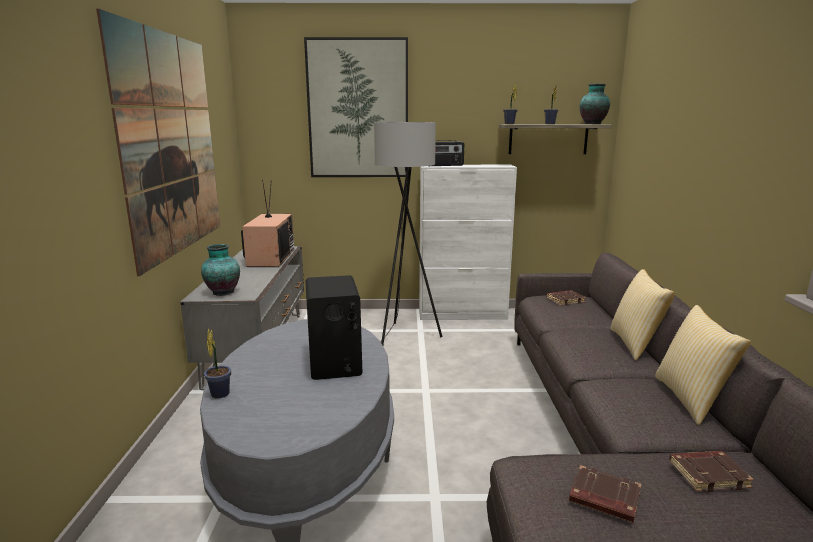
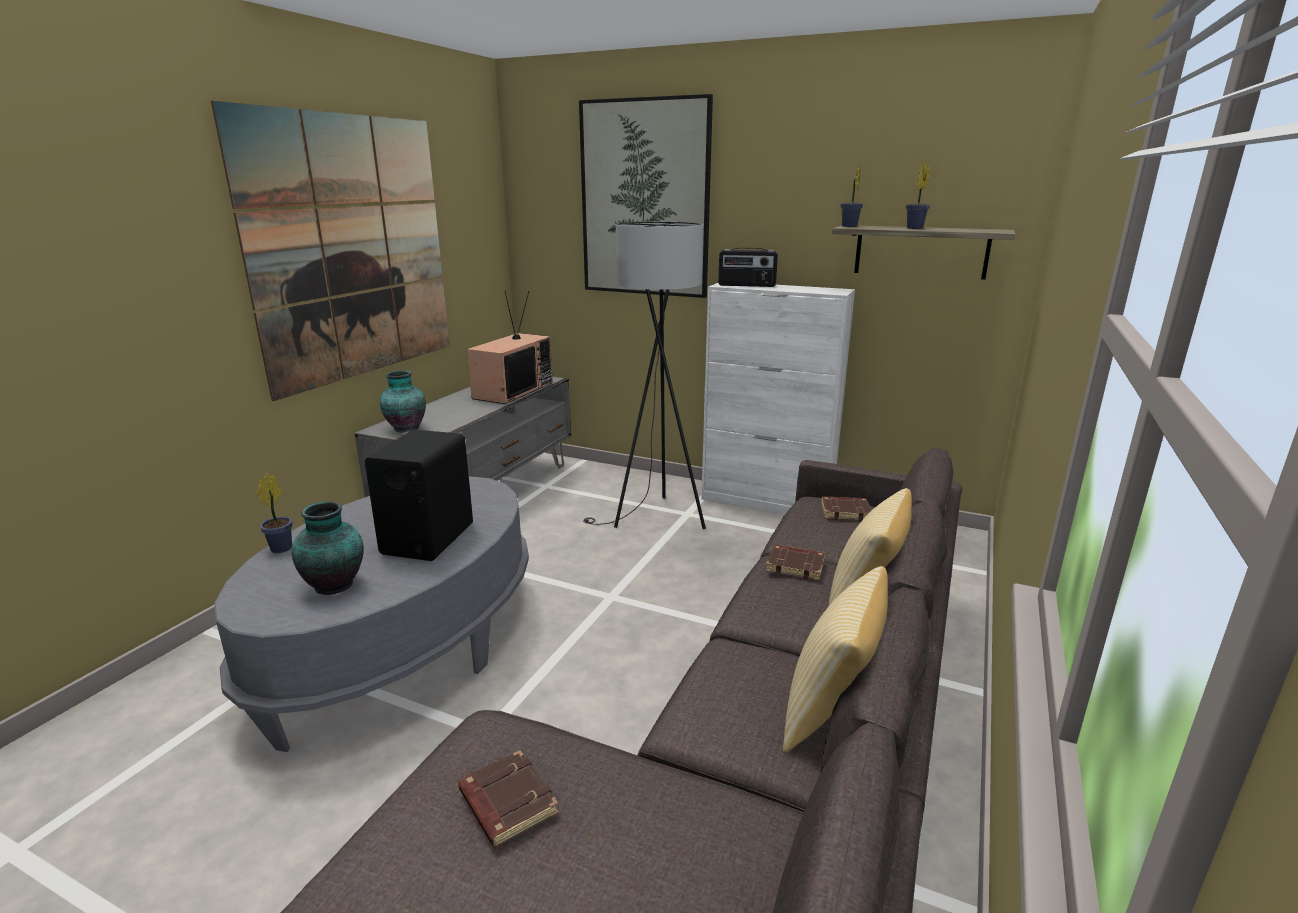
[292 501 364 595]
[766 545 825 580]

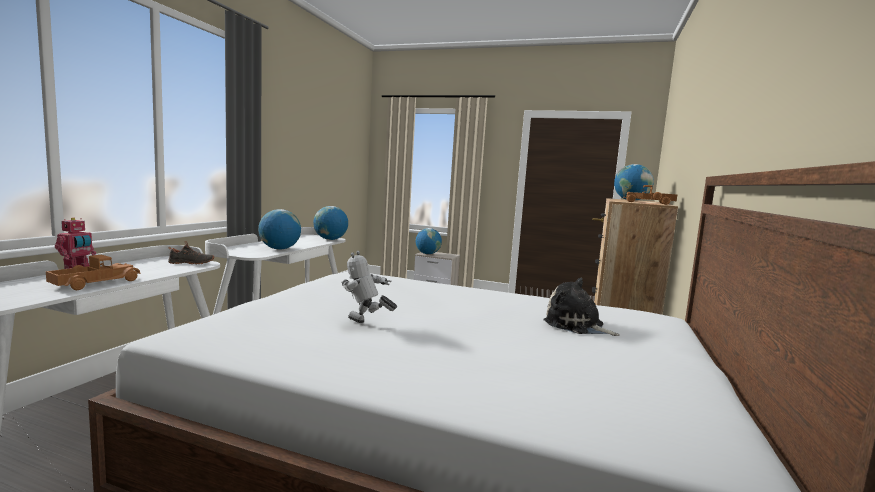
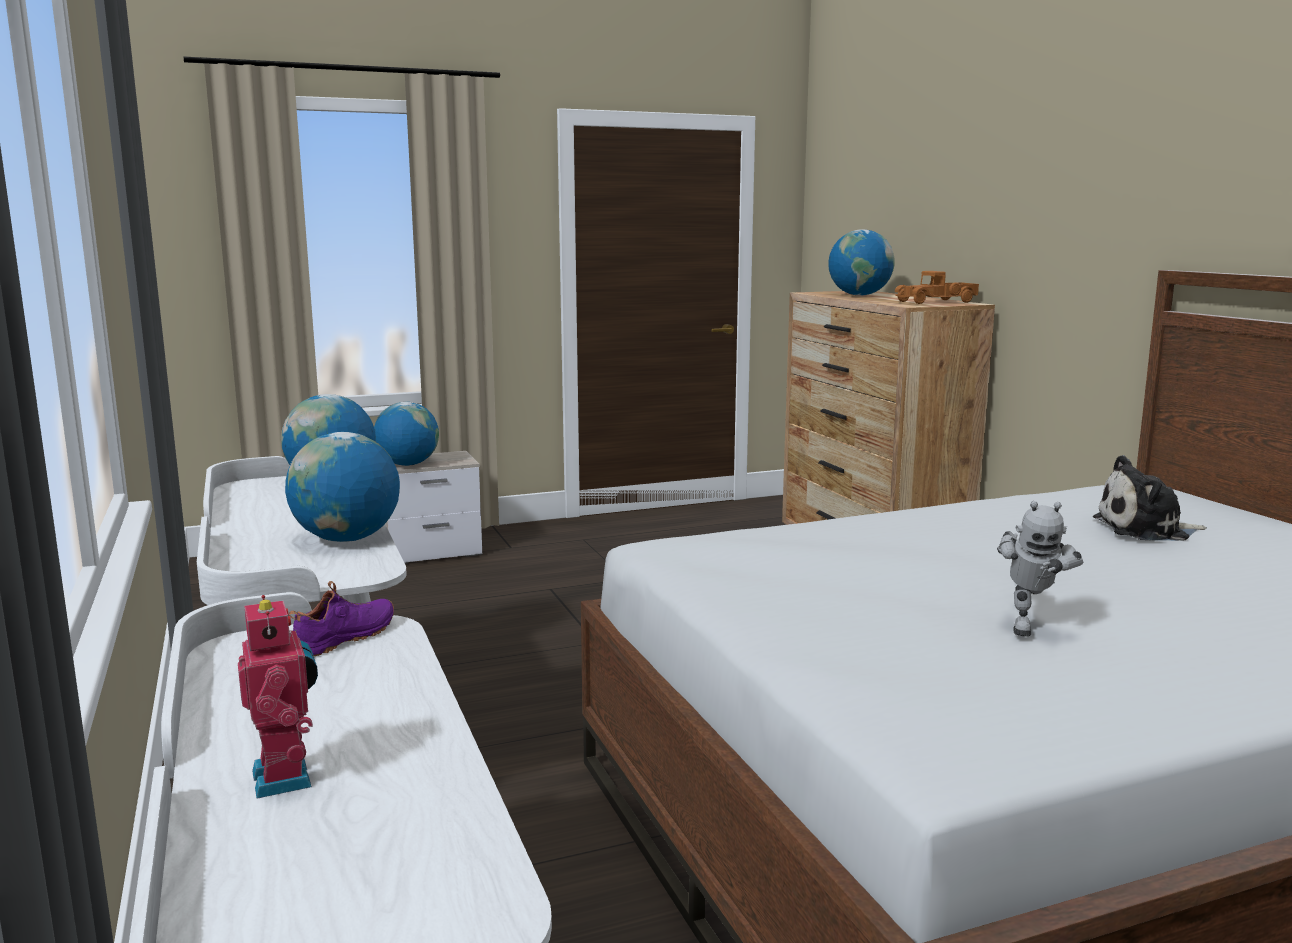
[289 581 394 656]
[997 501 1083 636]
[46 255 141 290] (first image)

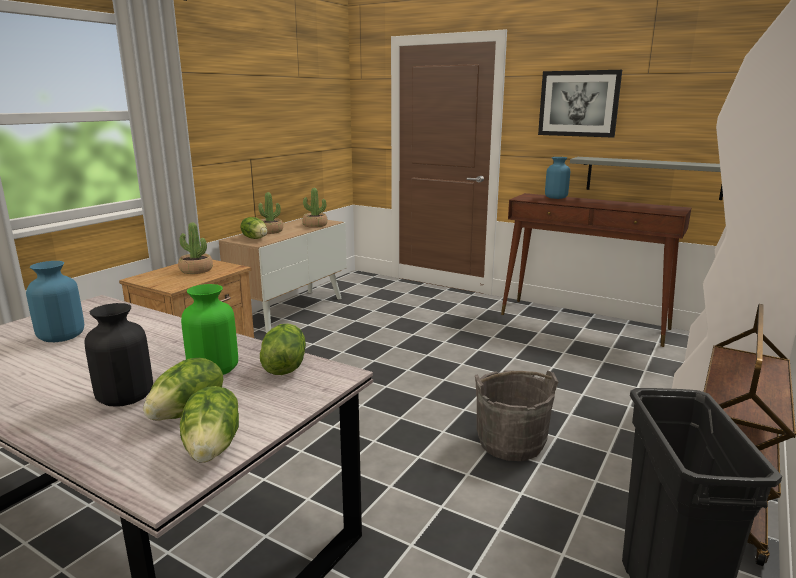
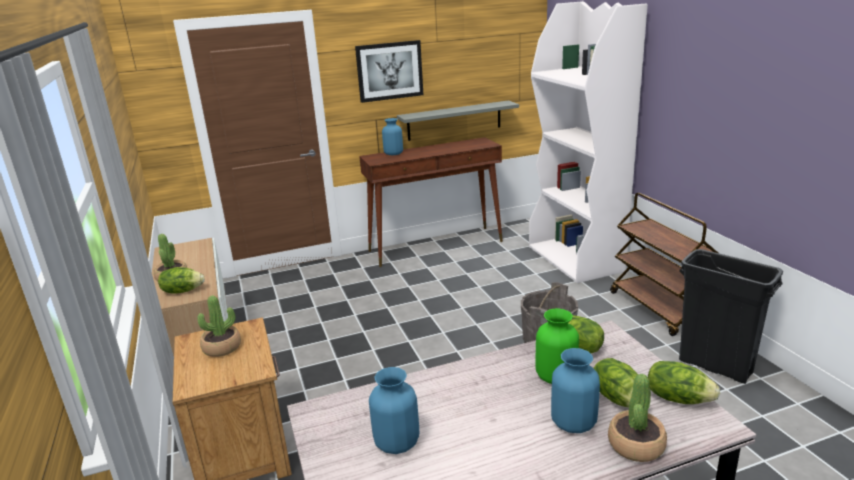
[608 374 667 462]
[551 348 600 433]

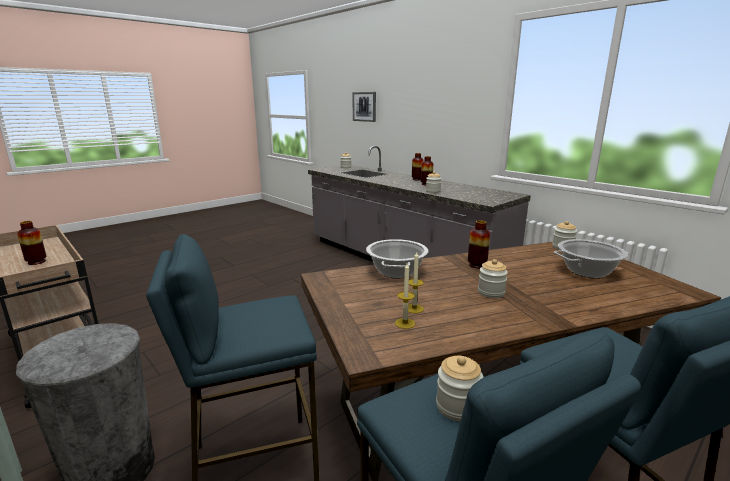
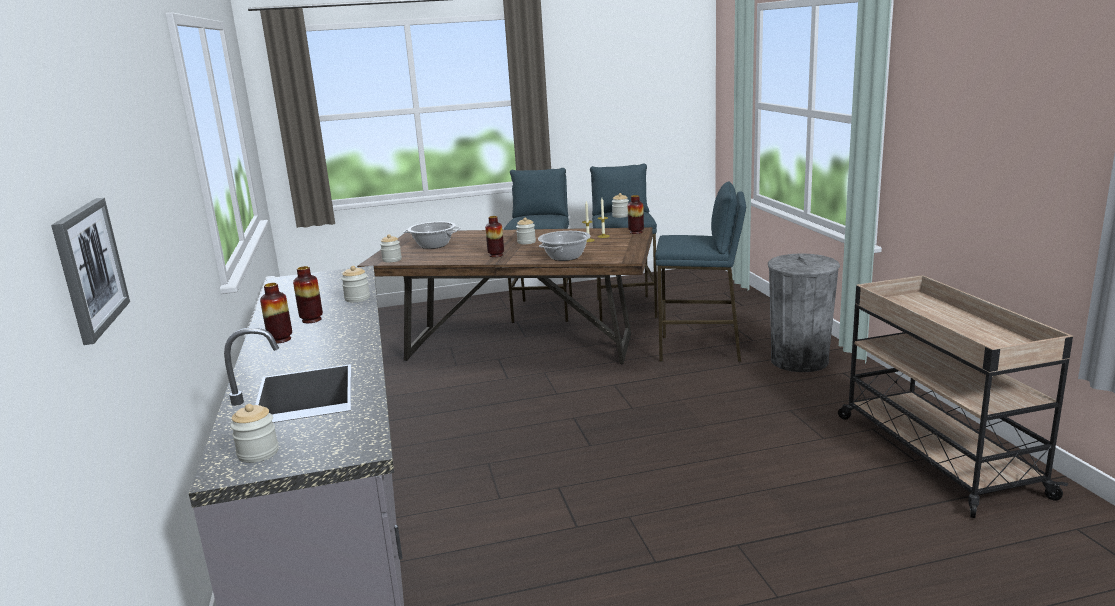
[628 195 644 234]

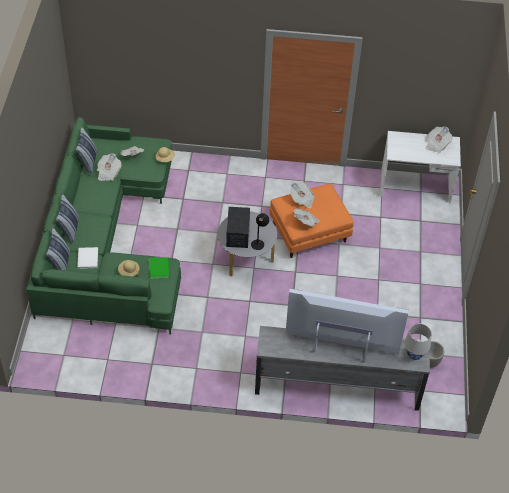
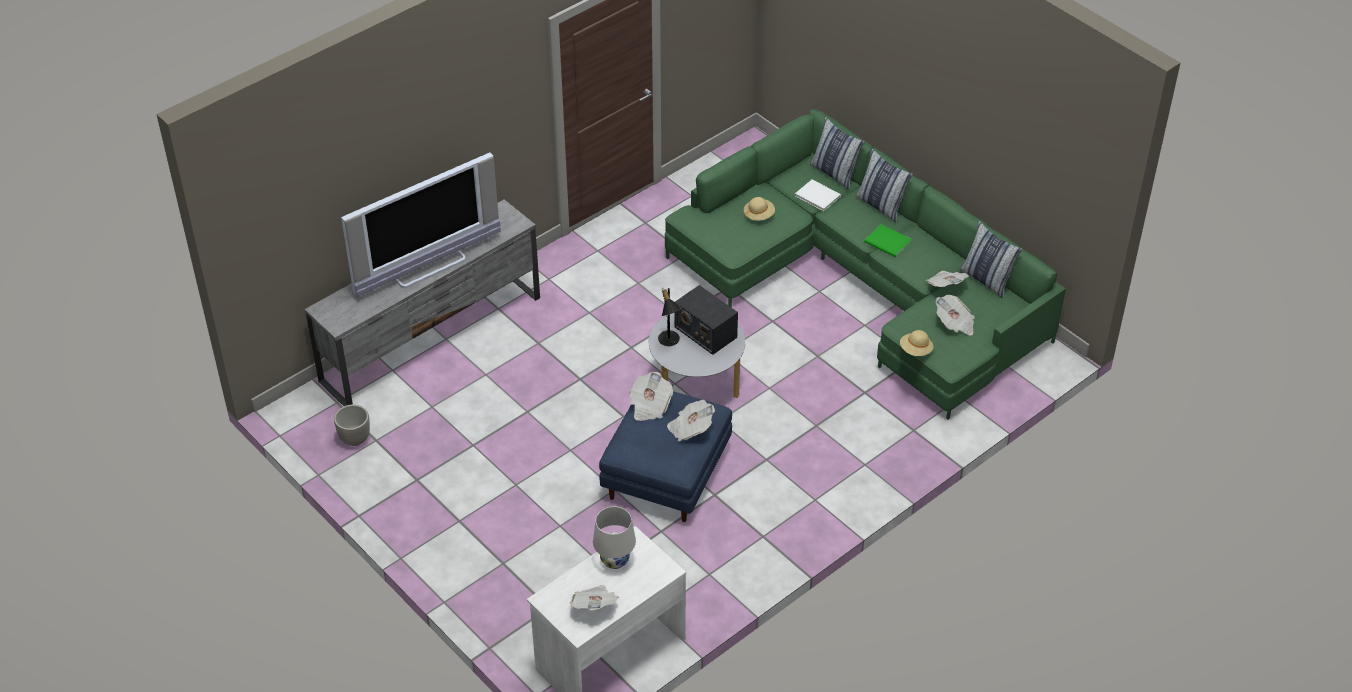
[599 391 732 522]
[864 224 912 258]
[593 506 636 569]

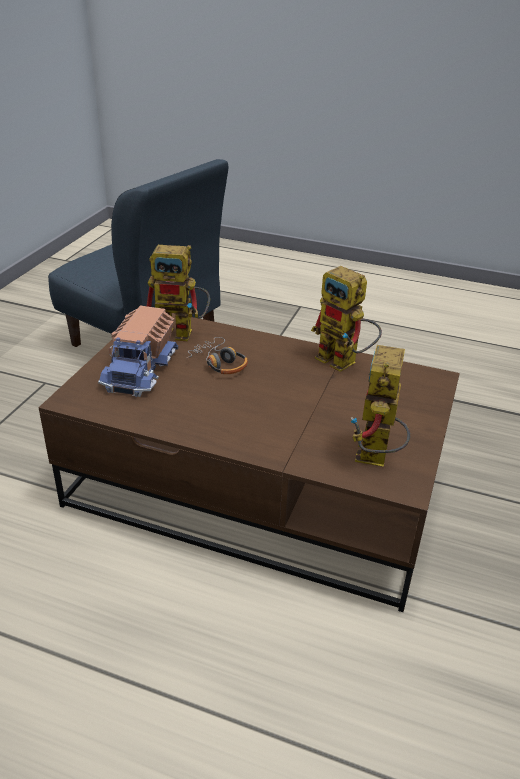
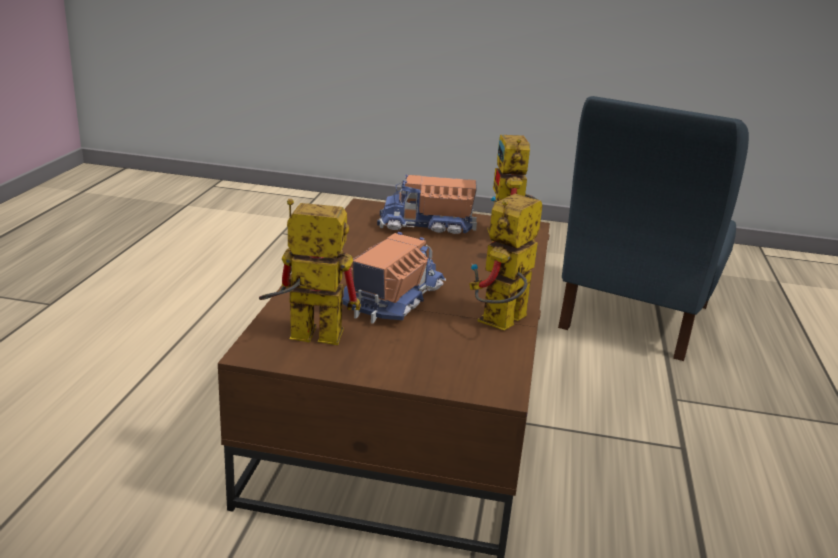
[186 337 248 374] (first image)
[342 232 446 324]

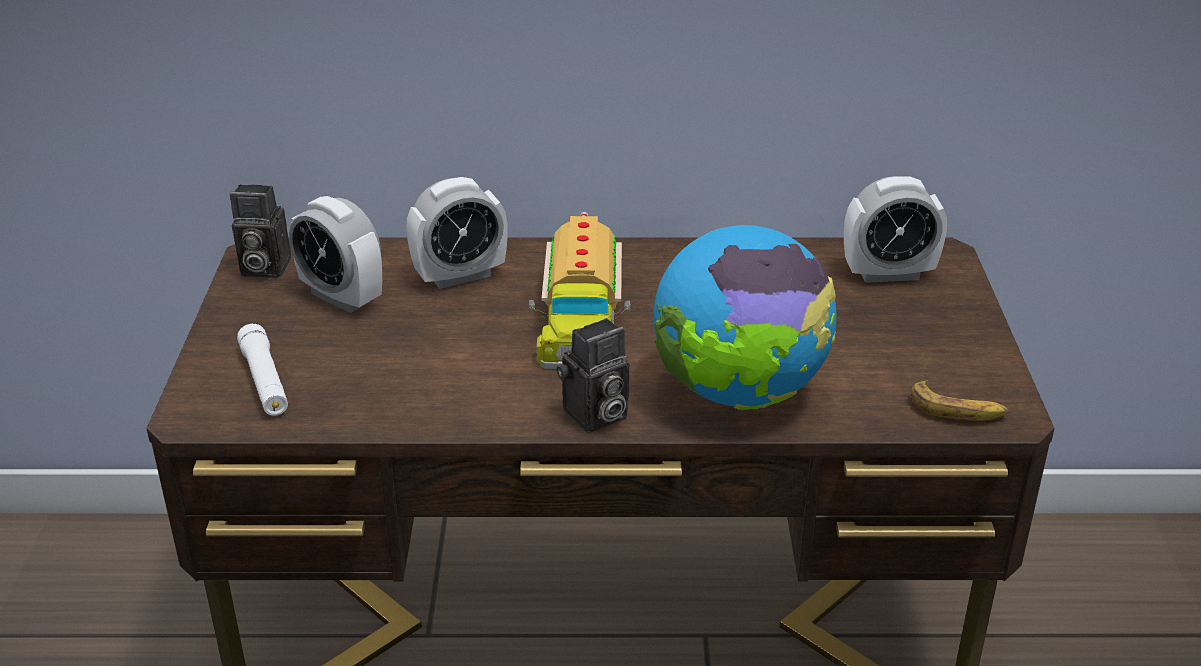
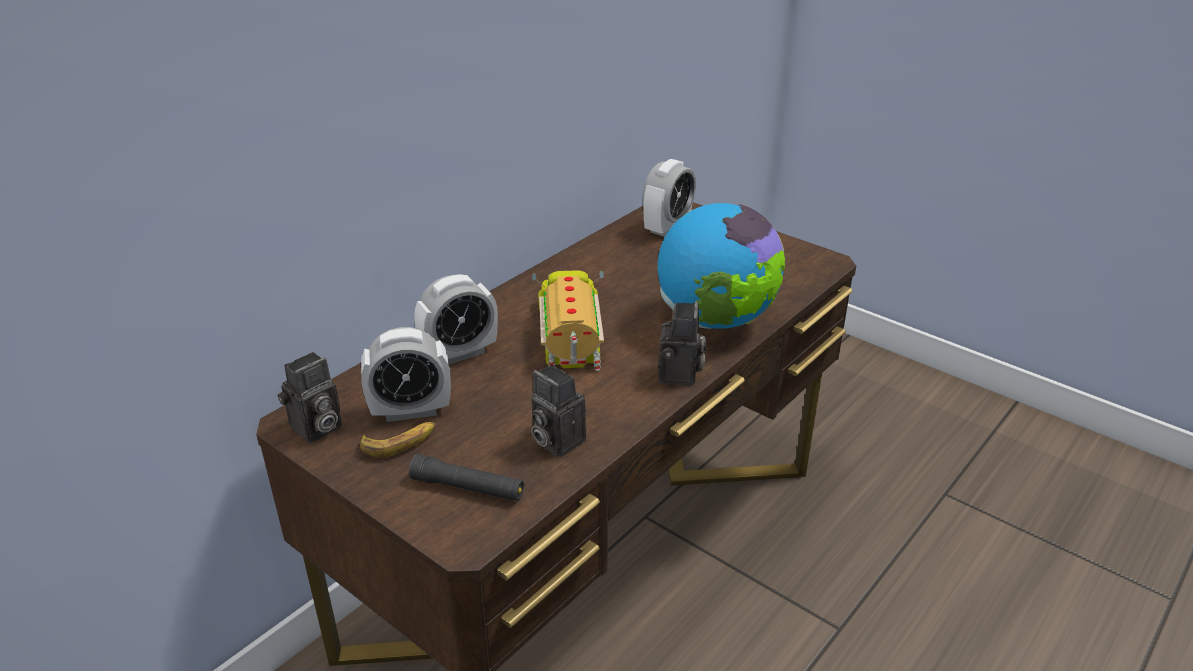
[414 274 498 365]
[532 270 604 371]
[409 454 524 501]
[360 422 436 458]
[531 364 587 457]

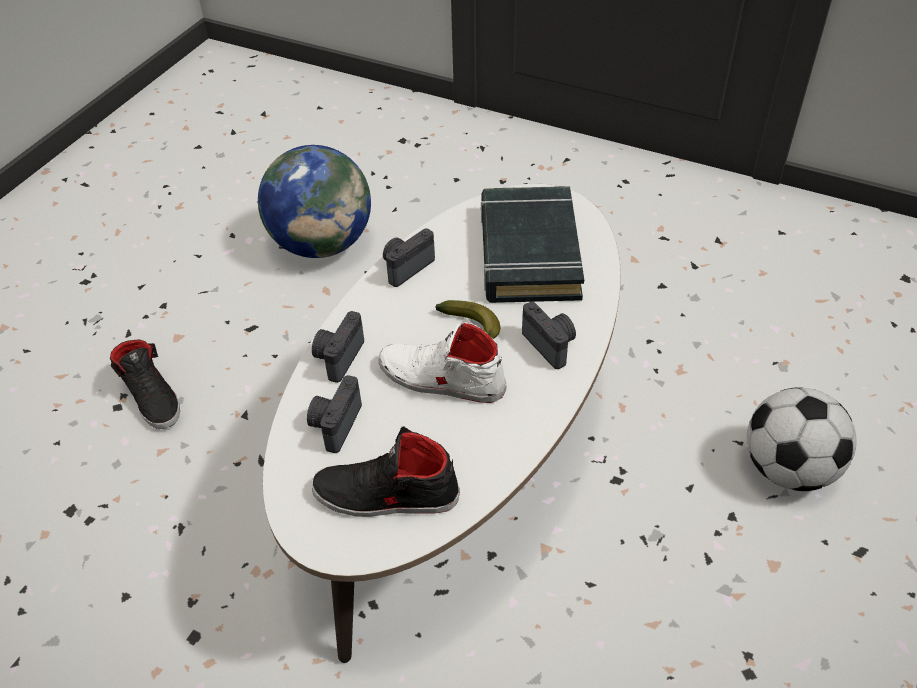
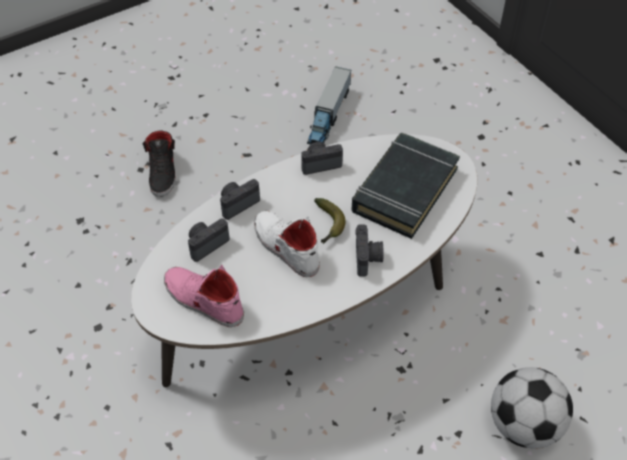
[307 66 351 145]
[164 265 244 327]

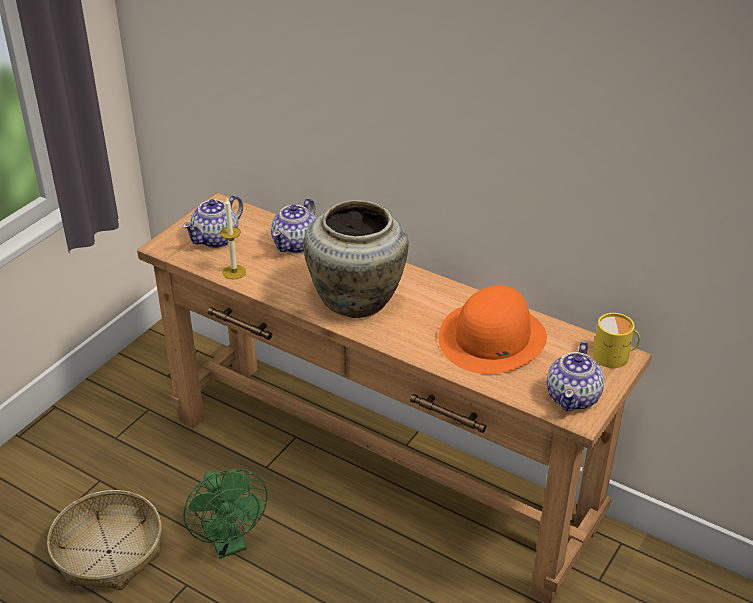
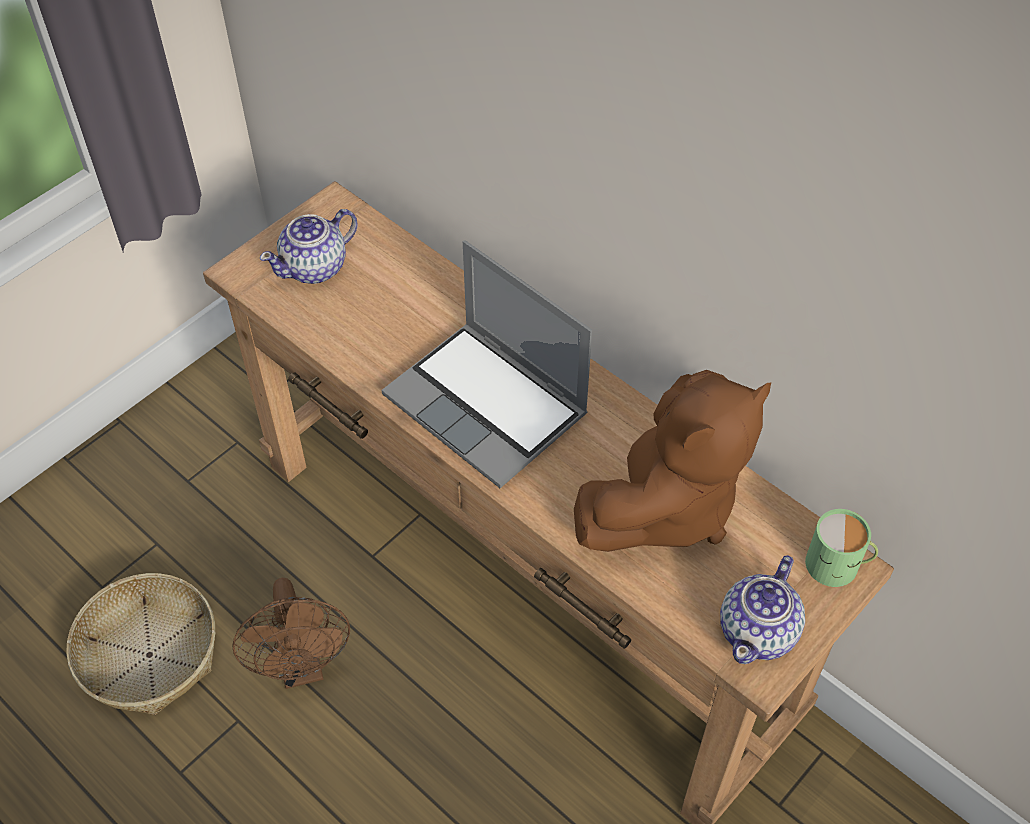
[220 198 246 279] (first image)
[271 198 316 253] (first image)
[382 240 592 488]
[574 370 771 552]
[805 509 878 587]
[232 578 350 689]

